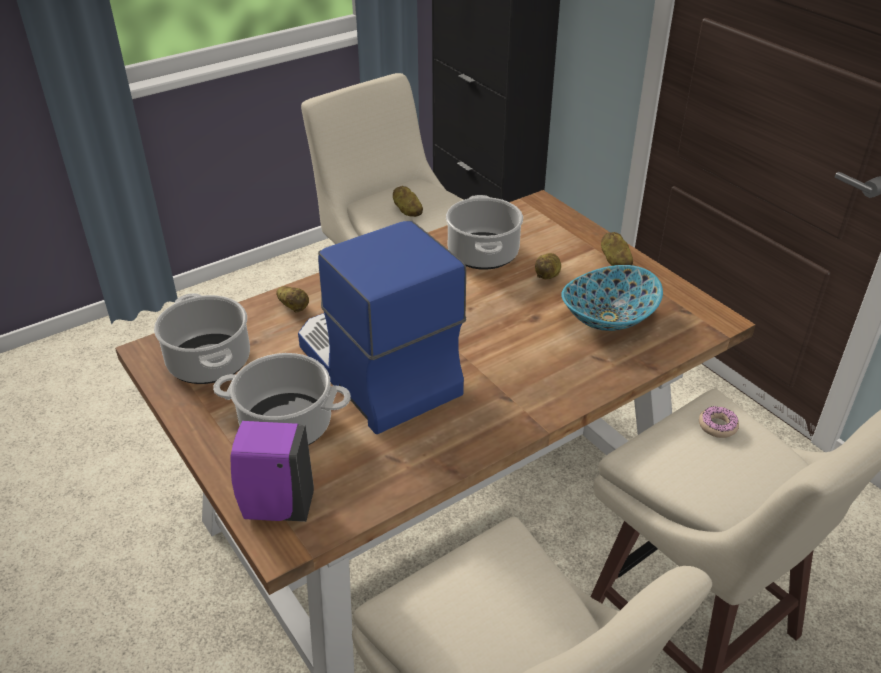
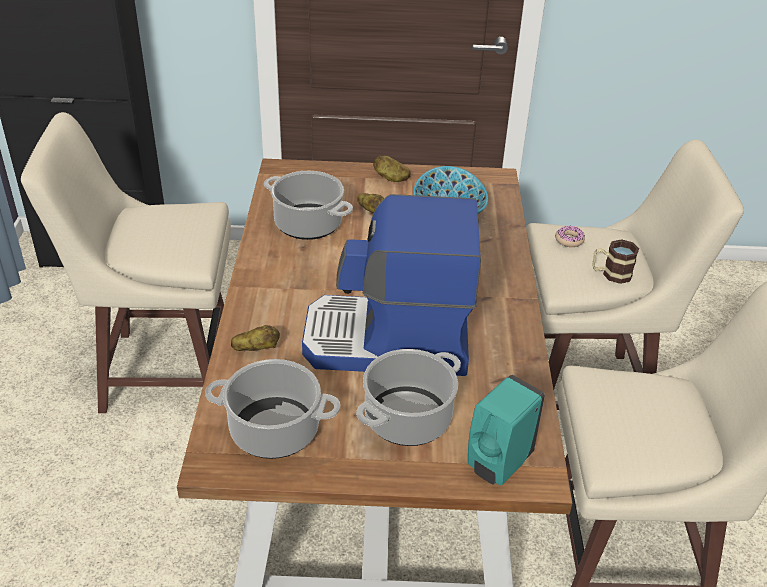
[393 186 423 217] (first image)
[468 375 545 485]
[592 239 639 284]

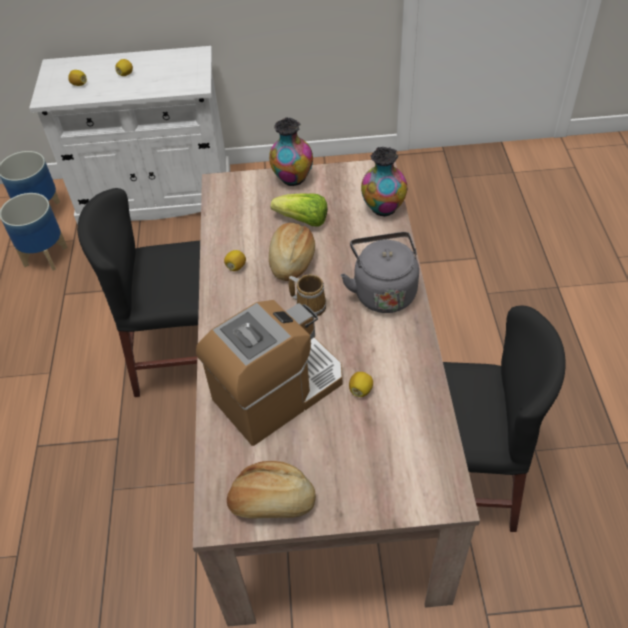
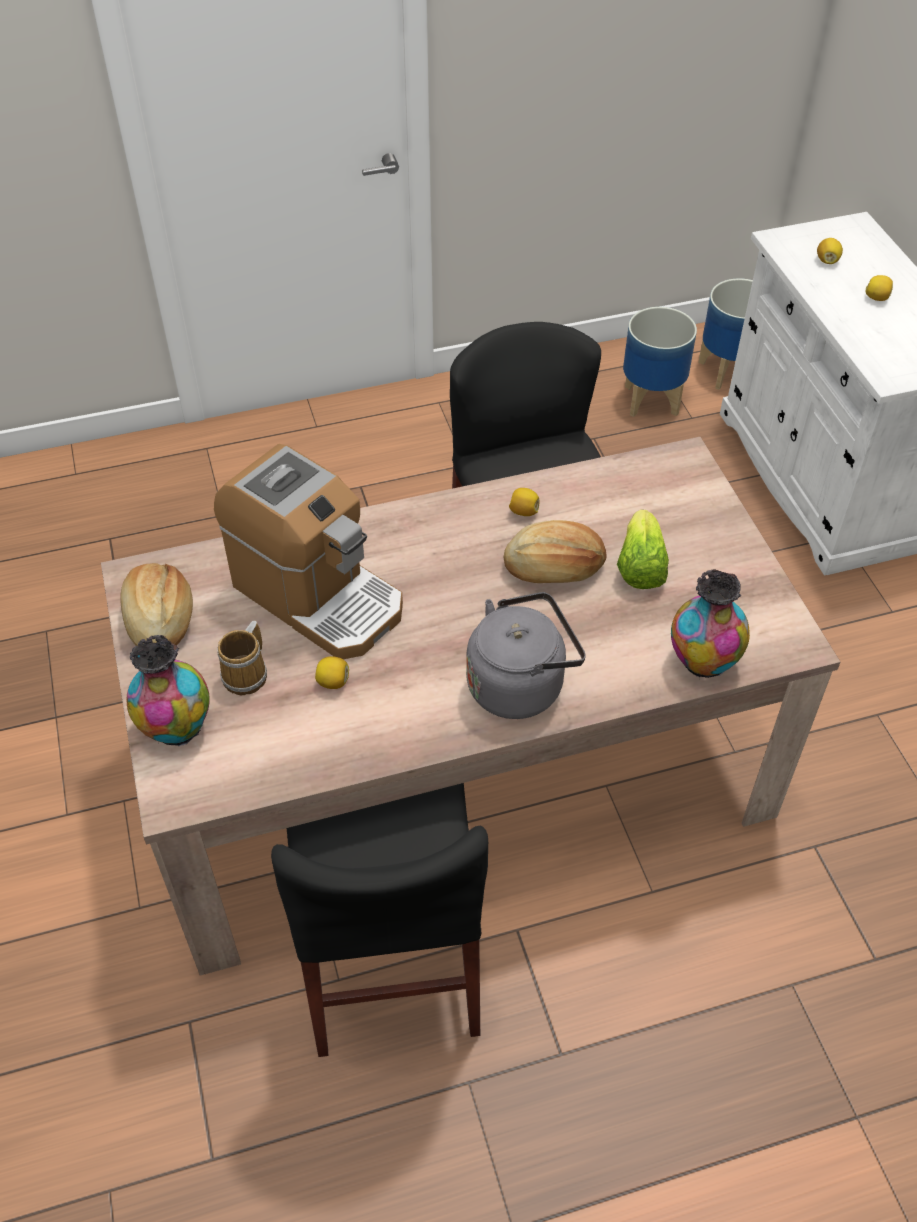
[127 635 210 746]
[217 621 267 695]

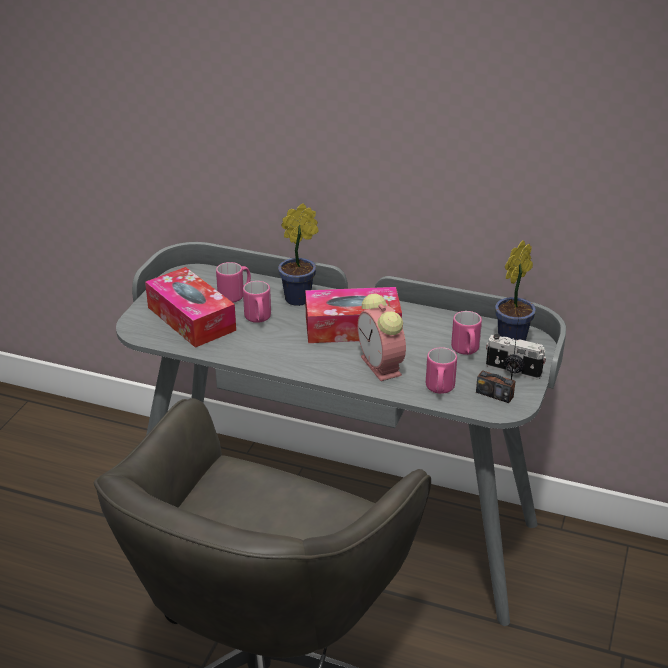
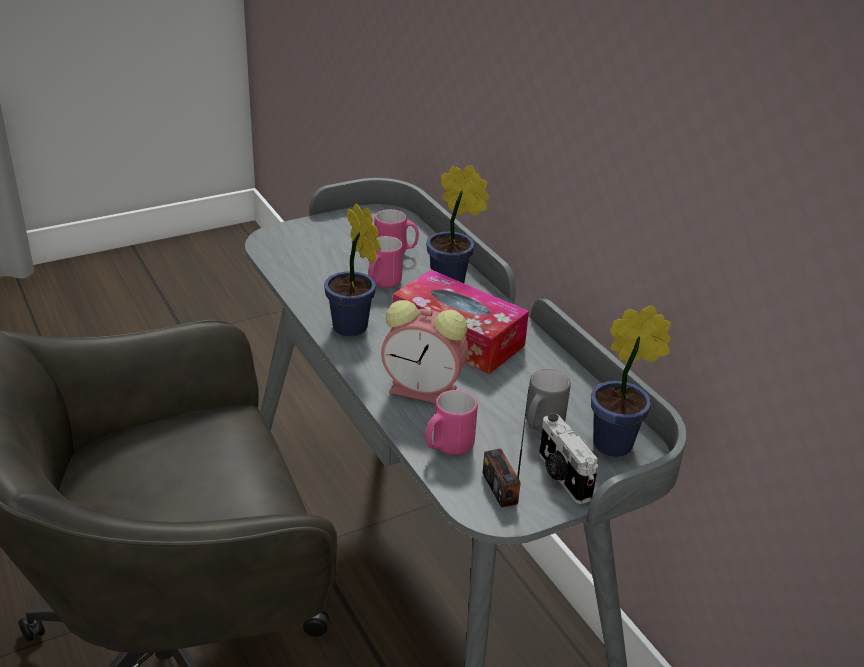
[145 267 236 348] (first image)
[381 300 468 403]
[526 369 571 431]
[324 203 381 336]

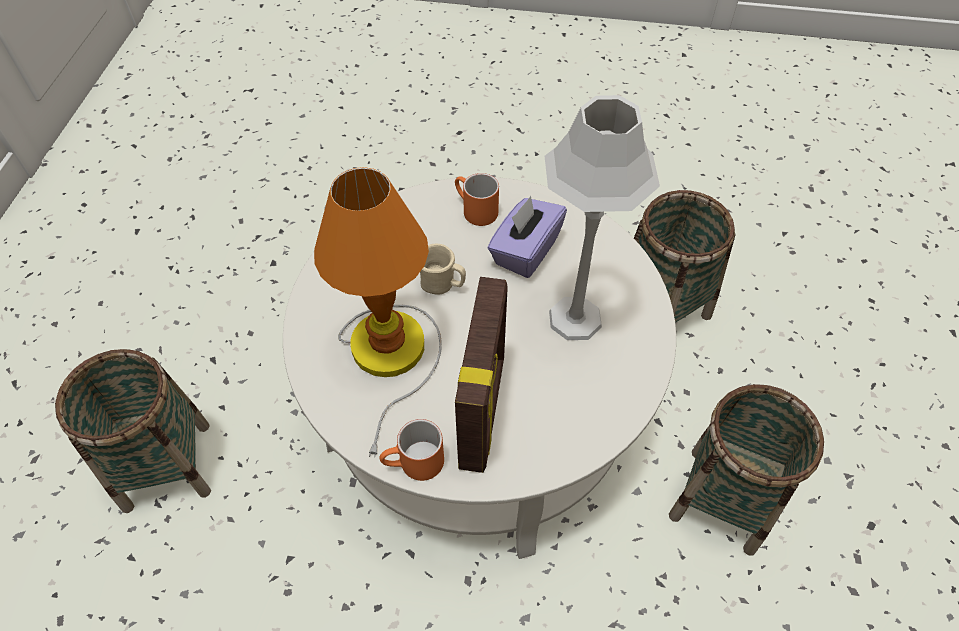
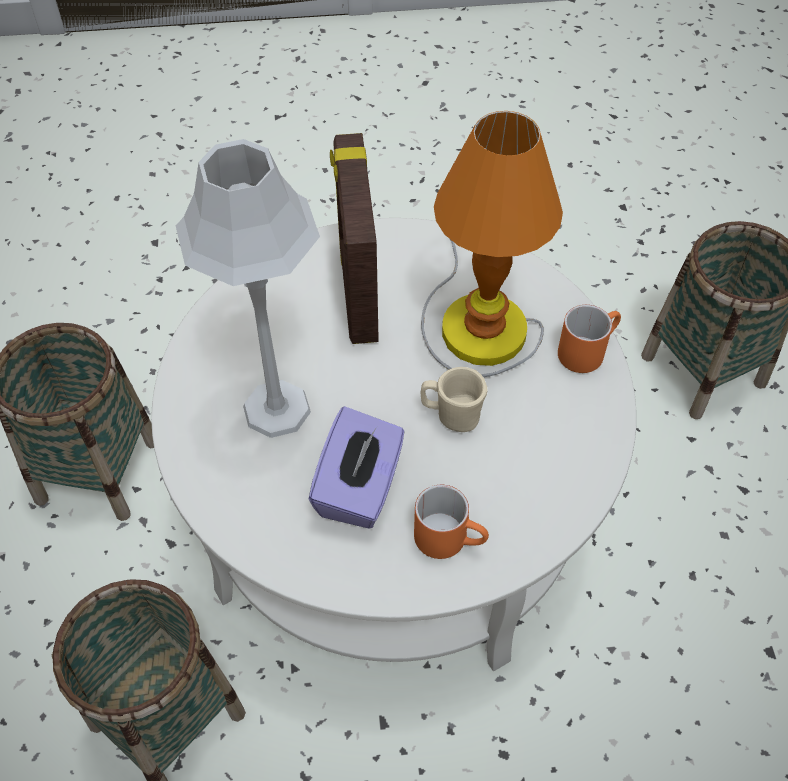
[558 305 621 373]

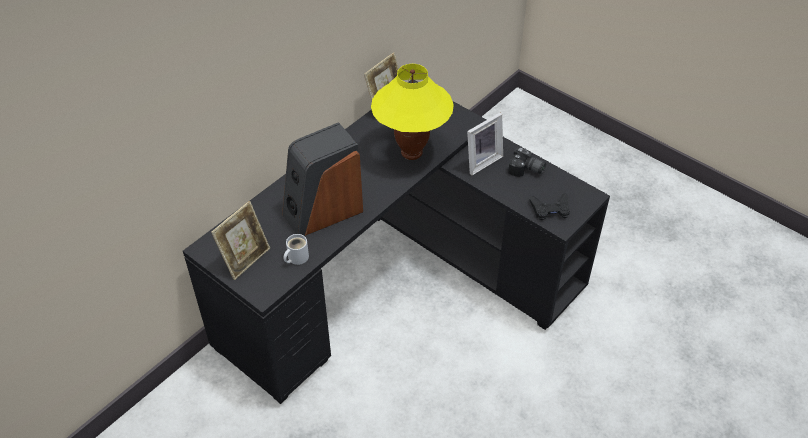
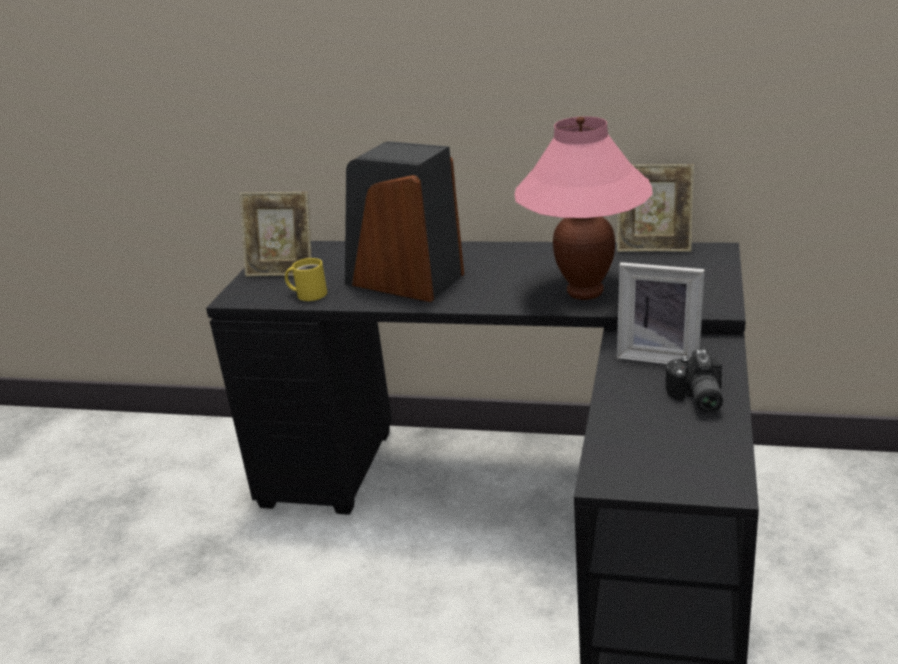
[514 116 653 300]
[529 193 570 220] (first image)
[285 258 327 301]

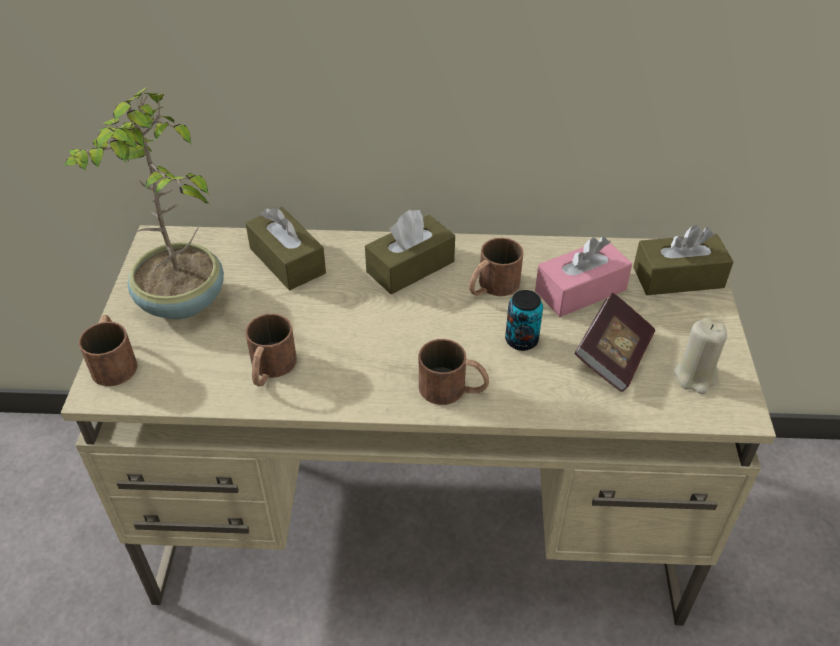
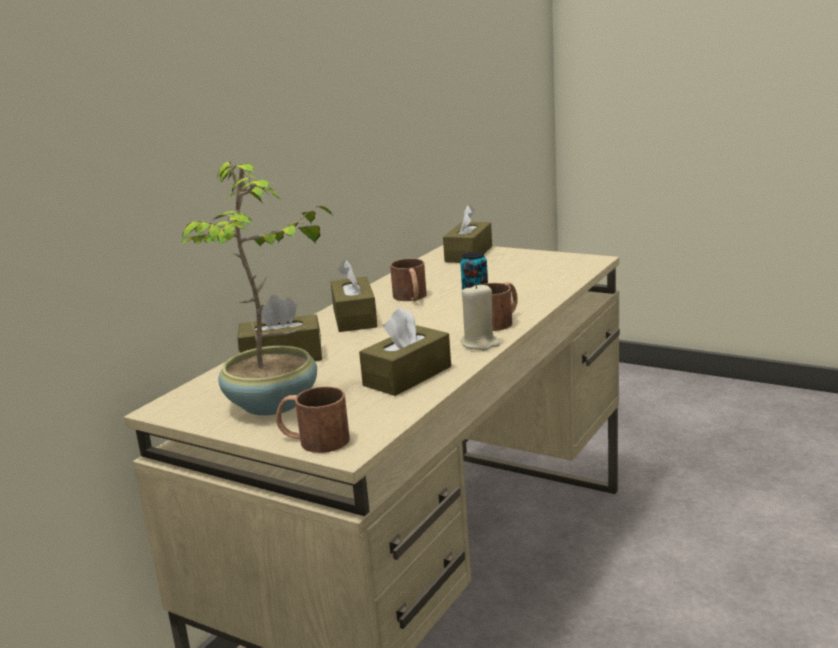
[535 237 632 317] (first image)
[574 292 655 392] (first image)
[359 307 451 396]
[461 283 500 350]

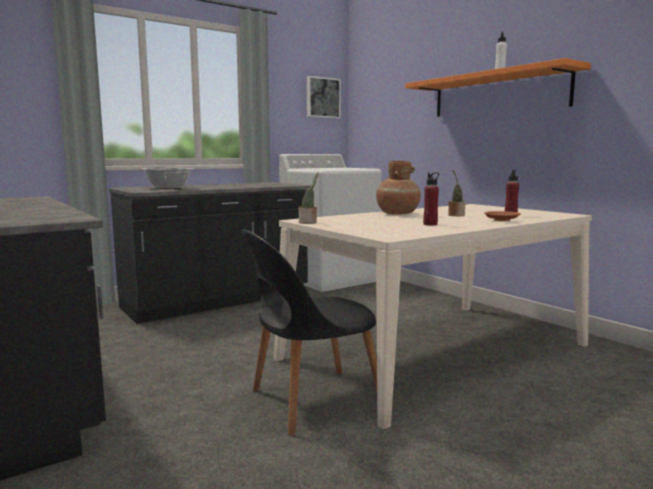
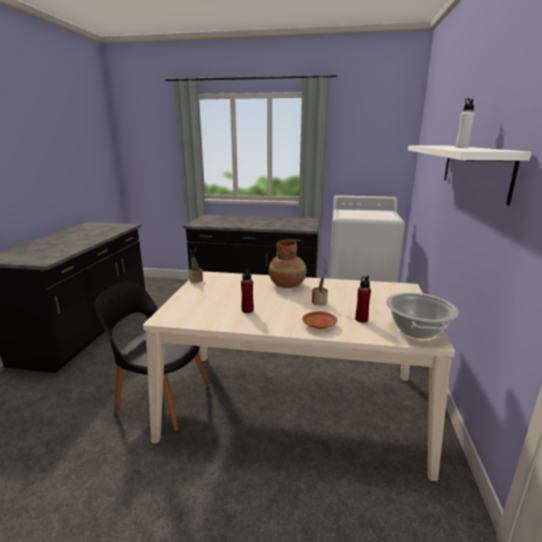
[408 145 531 205]
[307 76 341 118] (first image)
[386 292 459 339]

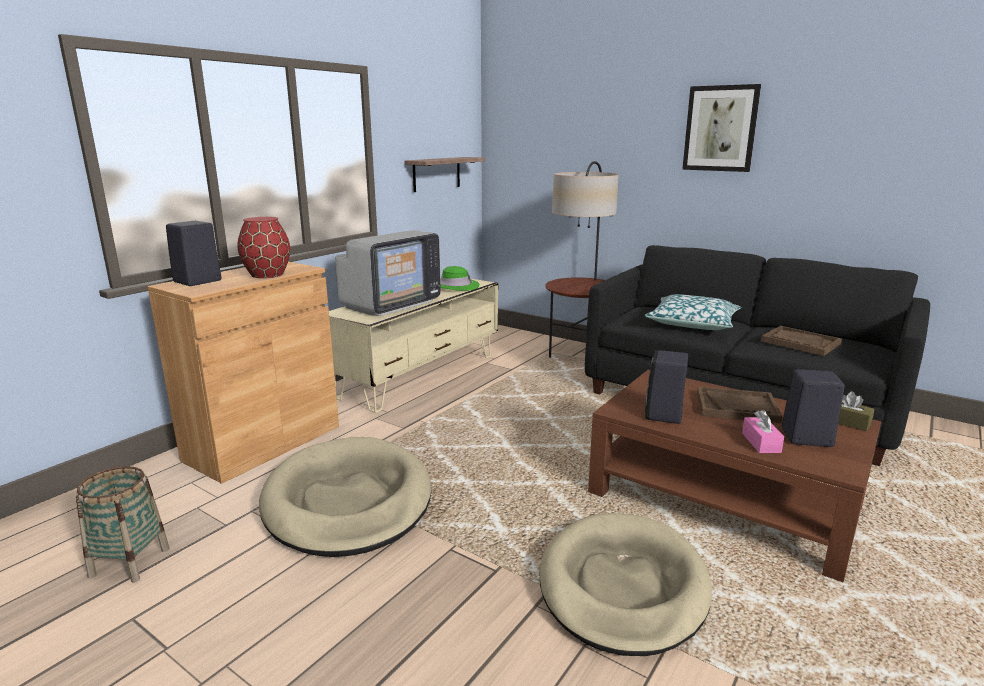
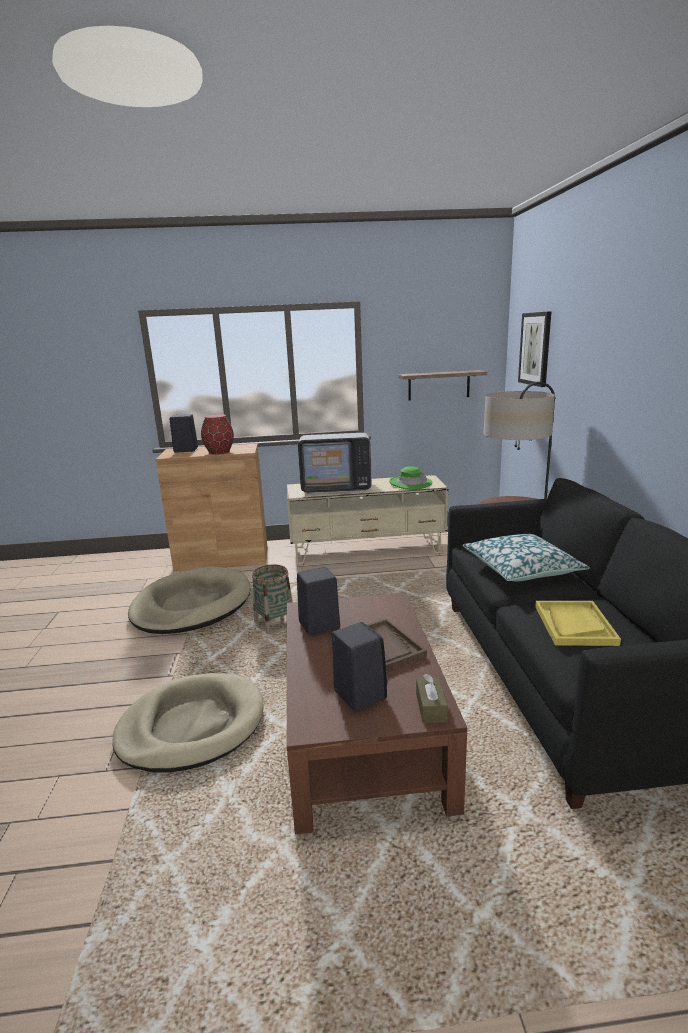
[518 311 552 387]
[535 601 621 646]
[742 410 784 453] (first image)
[252 565 293 634]

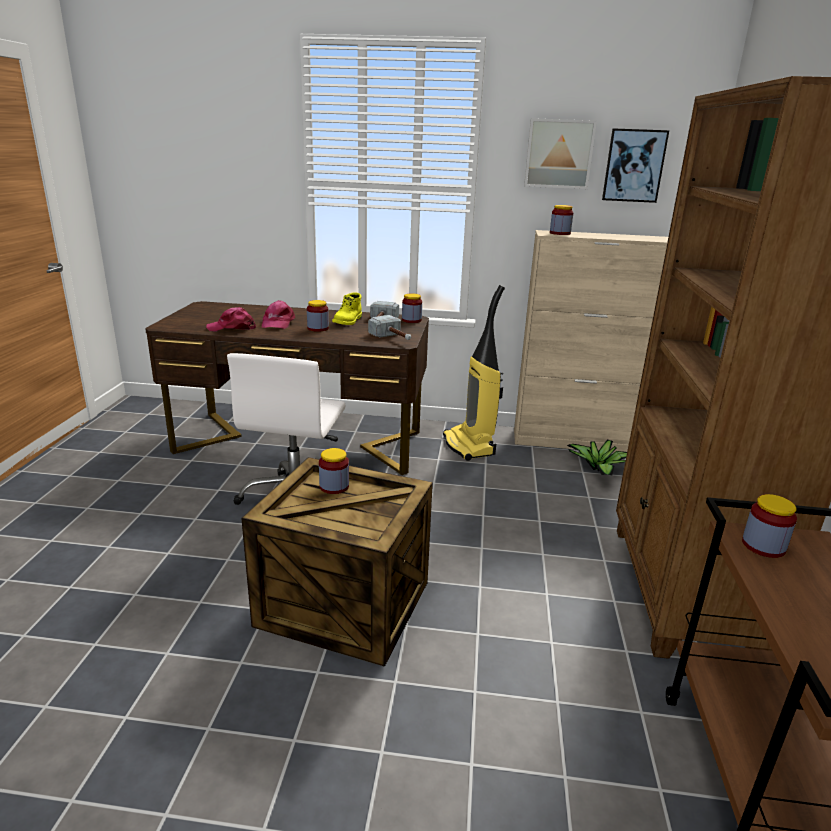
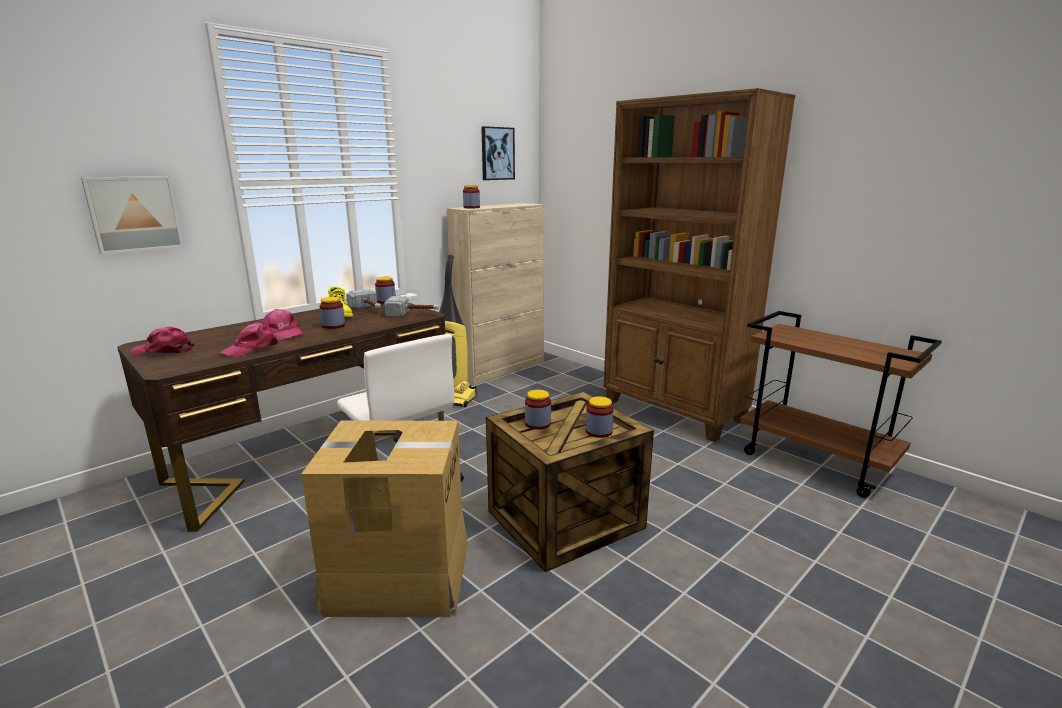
[81 176 184 255]
[567 440 627 475] (first image)
[586 396 614 438]
[130 326 195 356]
[301 421 468 617]

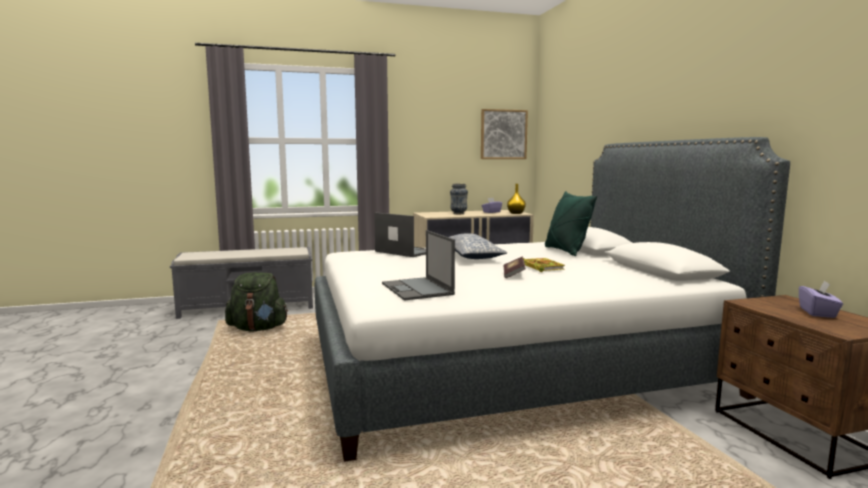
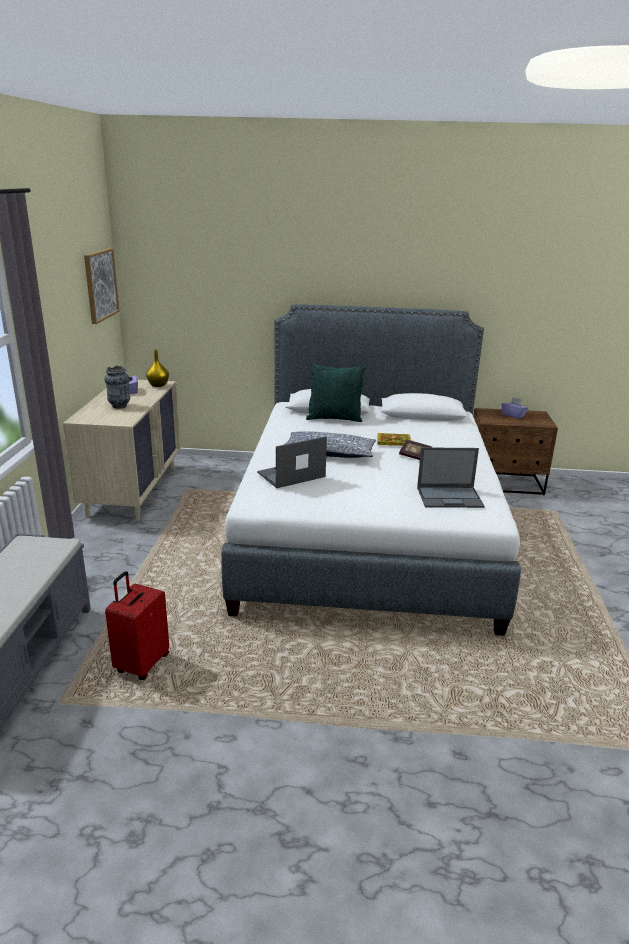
[105 571 169 680]

